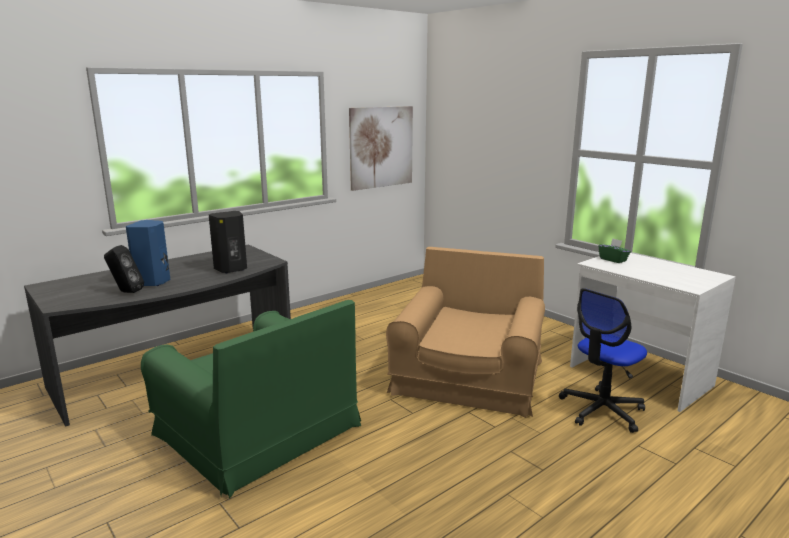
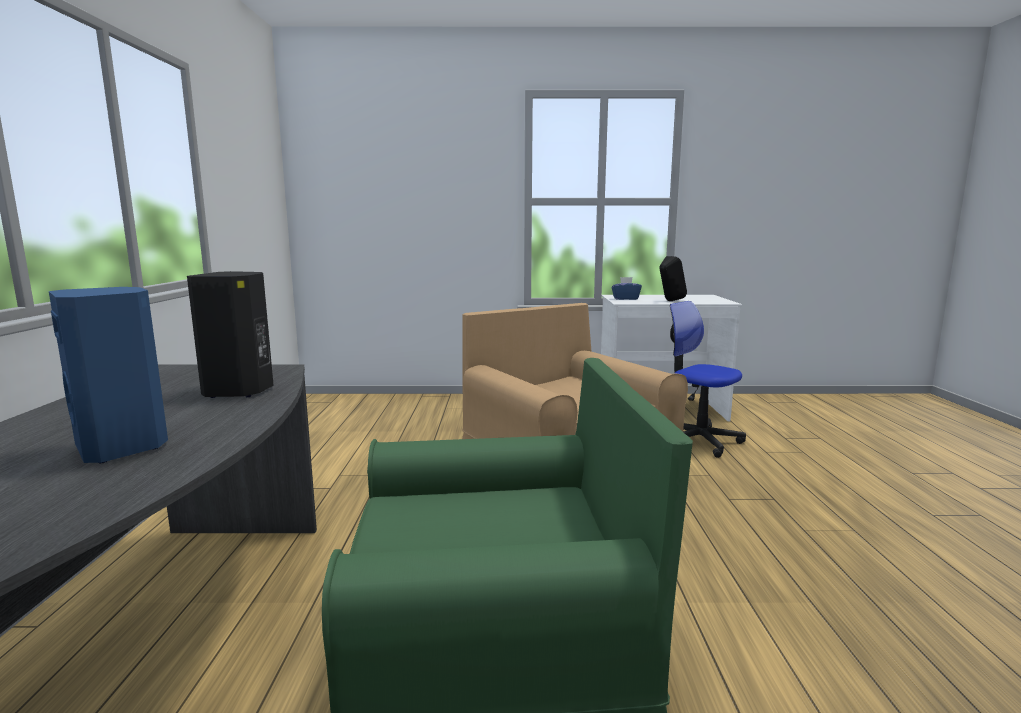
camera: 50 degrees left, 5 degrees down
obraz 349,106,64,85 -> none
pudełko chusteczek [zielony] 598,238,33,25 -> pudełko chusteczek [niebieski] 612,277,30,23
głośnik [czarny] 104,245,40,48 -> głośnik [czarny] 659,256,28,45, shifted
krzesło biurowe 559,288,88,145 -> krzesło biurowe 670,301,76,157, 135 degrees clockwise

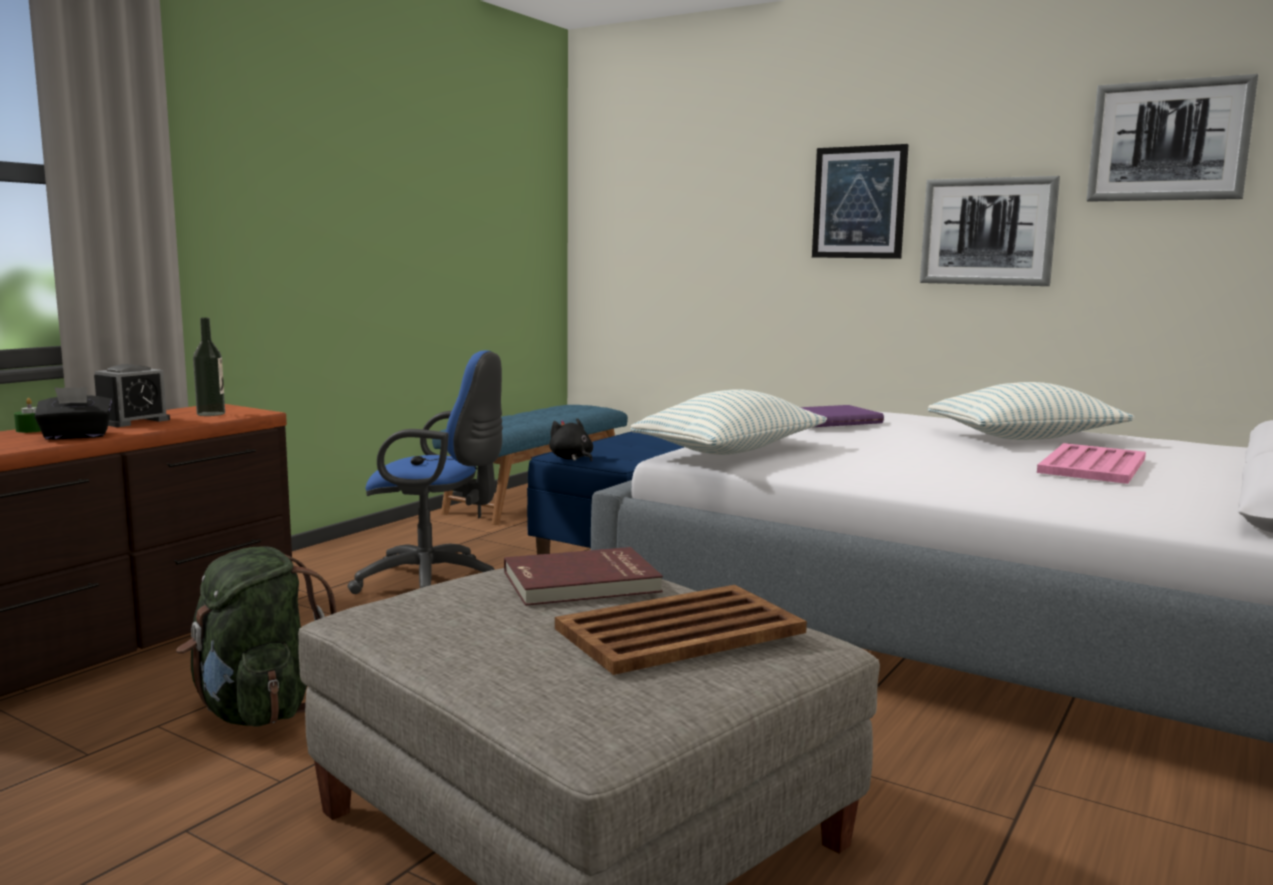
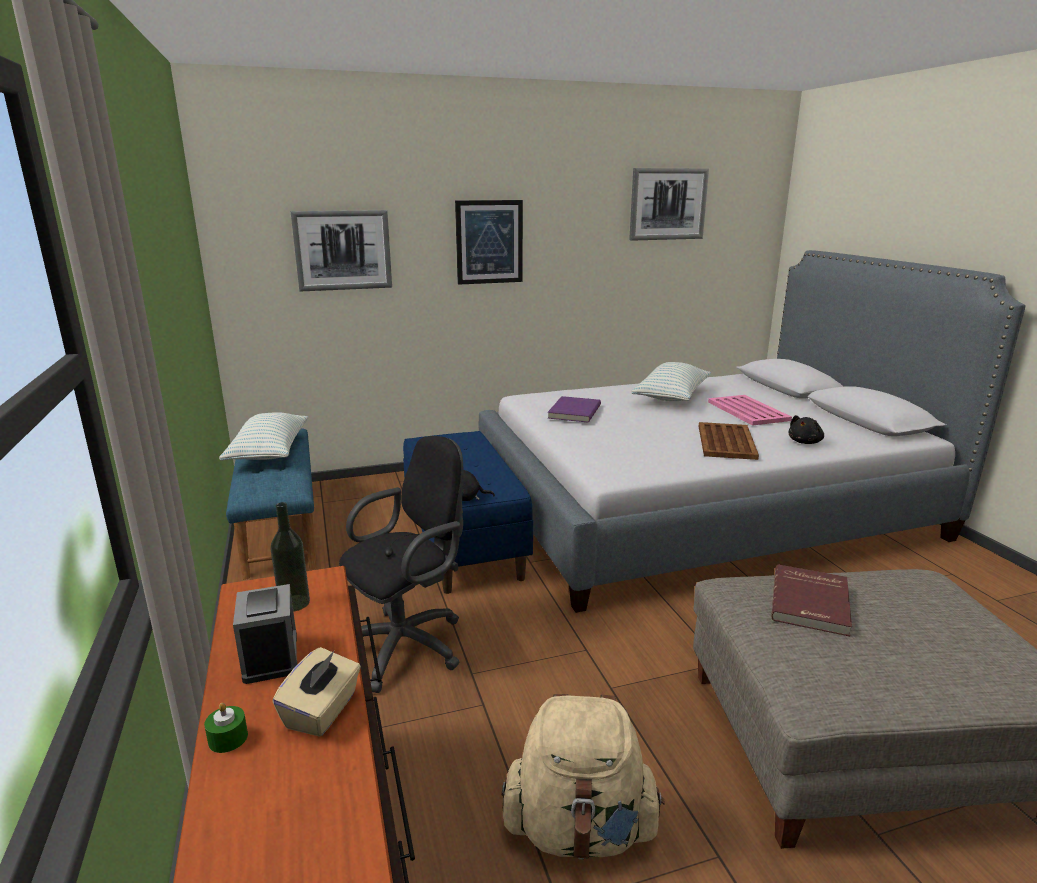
camera: 50 degrees left, 10 degrees up
obraz 920,176,140,110 -> obraz 291,210,101,81, shifted
krzesło biurowe [niebieski] 347,350,156,244 -> krzesło biurowe [czarny] 339,436,125,257
pudełko chusteczek [czarny] 34,387,78,53 -> pudełko chusteczek [beżowy] 272,647,89,90
poduszka 631,389,196,66 -> poduszka 219,412,89,49, shifted
plecak [zielony] 176,546,161,181 -> plecak [beżowy] 501,694,164,166
taca [brązowy] 555,585,252,90 -> taca [brązowy] 699,422,60,38, shifted
none -> pluszak [czarny] 788,415,36,29

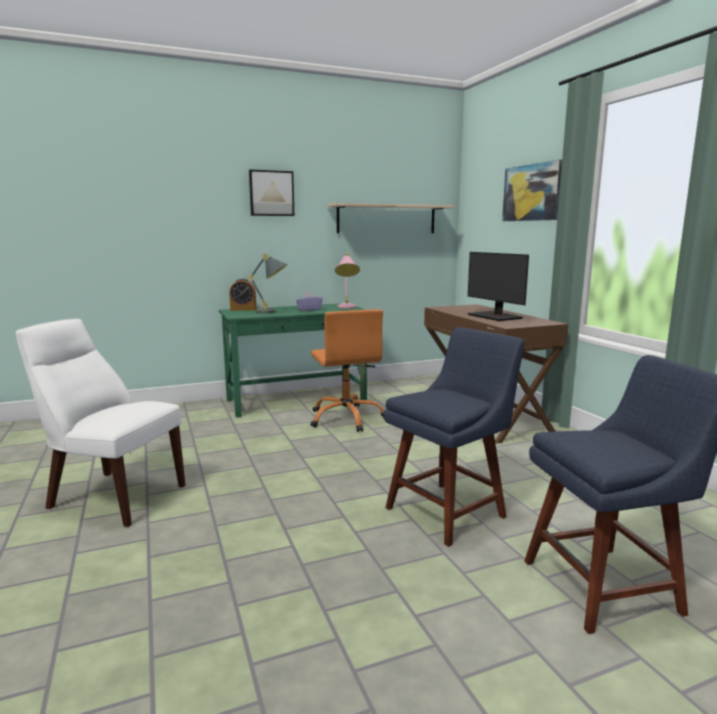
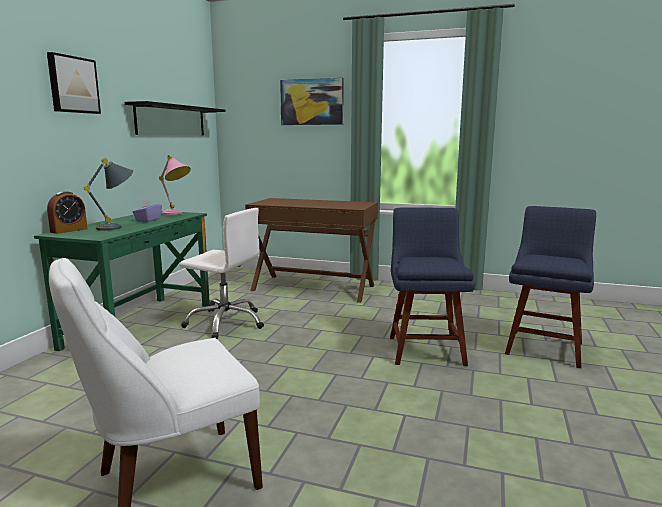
camera: 50 degrees left, 0 degrees up
półka [beżowy] 327,203,127,30 -> półka [czarny] 125,101,100,34
monitor 468,252,61,69 -> none
krzesło biurowe [pomarańczowy] 310,309,74,123 -> krzesło biurowe [biały] 180,208,84,131

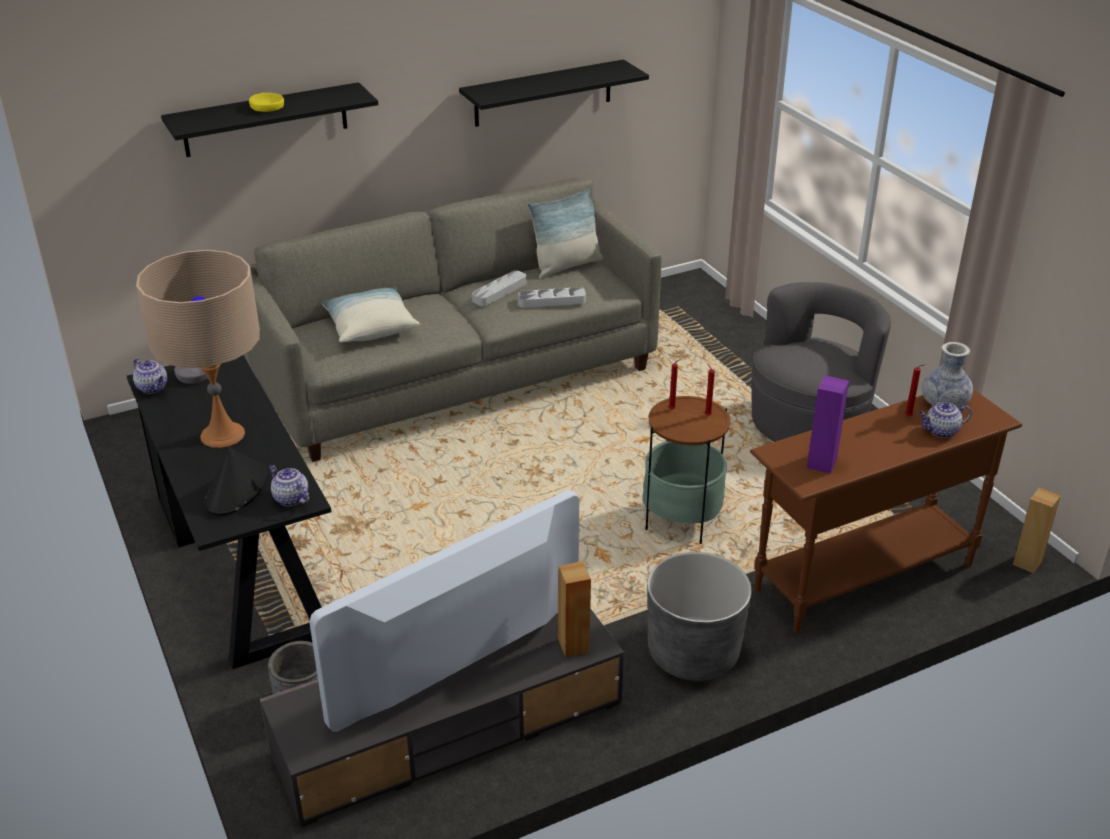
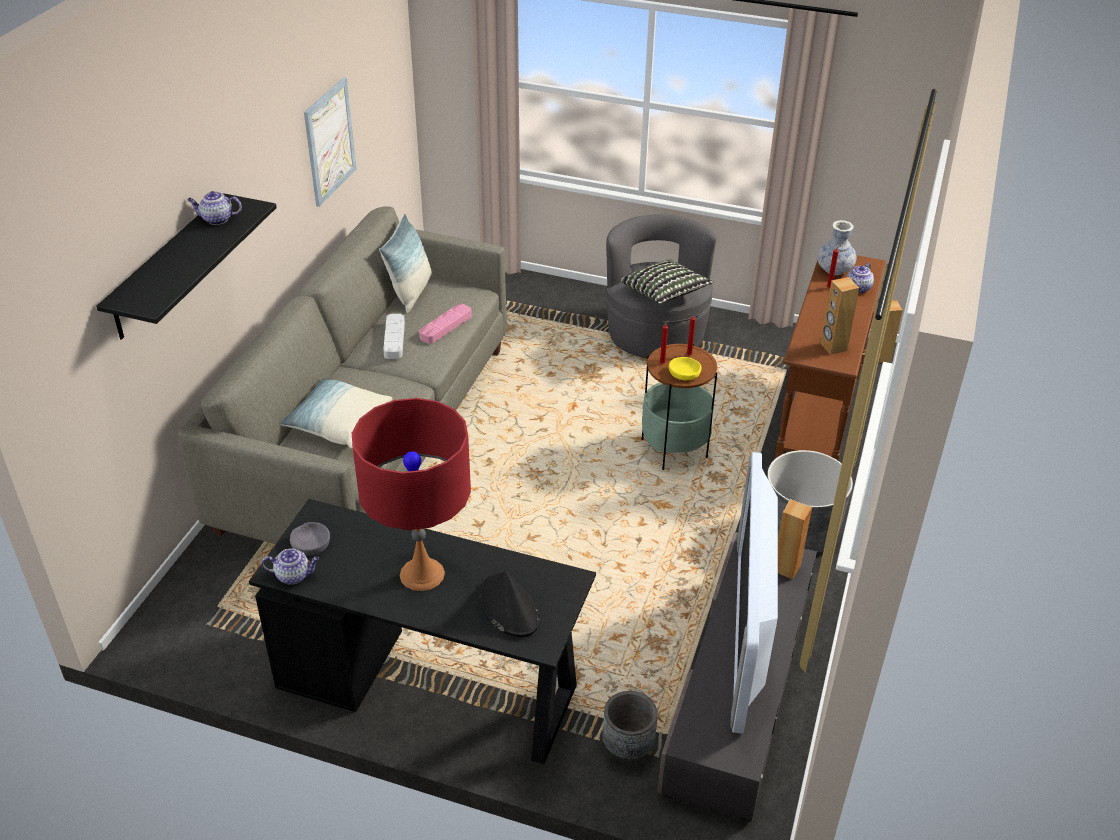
camera: 45 degrees left, 5 degrees up
półka [czarny] 459,59,190,68 -> obraz 304,77,53,130
miska [żółty] 249,93,35,19 -> miska [żółty] 669,357,33,23, shifted
lampa stołowa [beżowy] 136,250,124,198 -> lampa stołowa [czerwony] 352,398,119,193
taca [szary] 518,287,68,21 -> taca [różowy] 419,304,53,40
głośnik [fioletowy] 807,375,42,99 -> głośnik [brązowy] 820,277,39,78
imbryk 269,465,40,41 -> imbryk 187,191,55,34, shifted
none -> poduszka 620,259,93,45

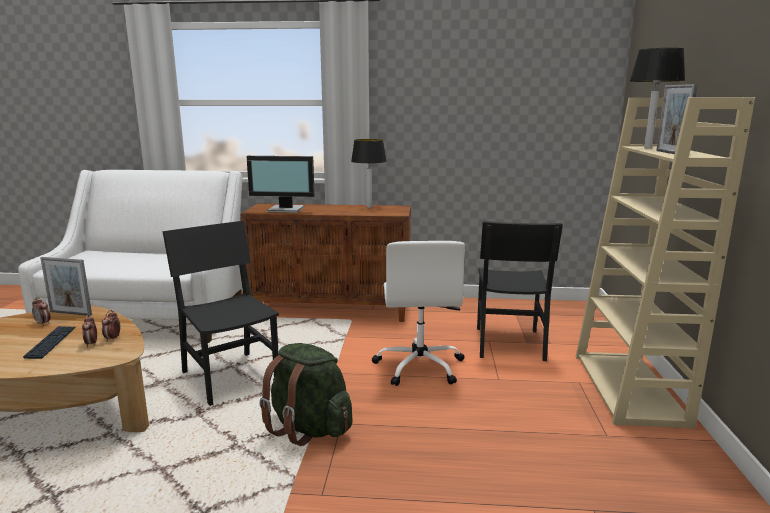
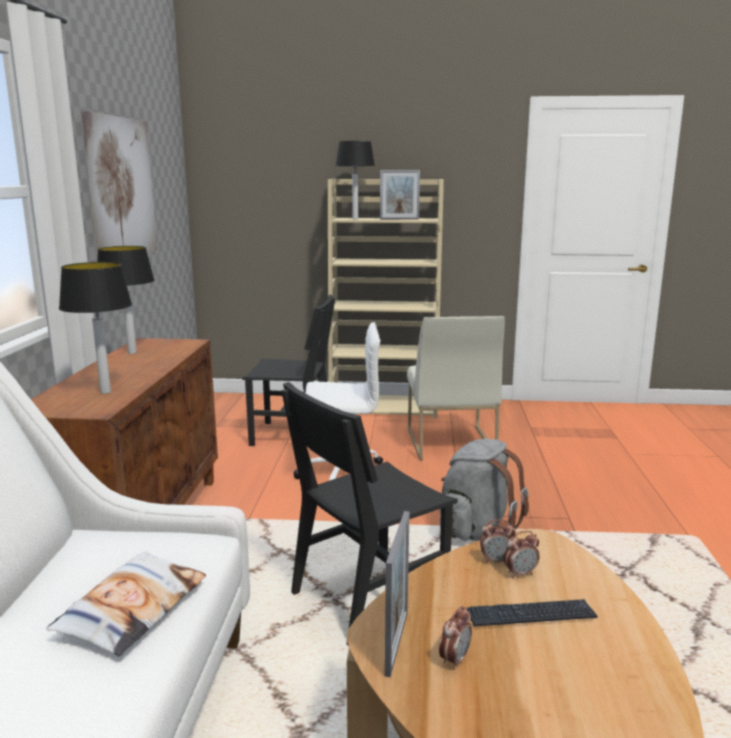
camera: 90 degrees left, 0 degrees up
monitor 246,156,69,57 -> lampa stołowa 59,262,73,132
plecak [zielony] 259,343,94,103 -> plecak [szary] 440,439,89,102
none -> obraz 81,111,77,147
none -> krzesło [biały] 407,316,98,145
none -> poduszka 46,551,160,105

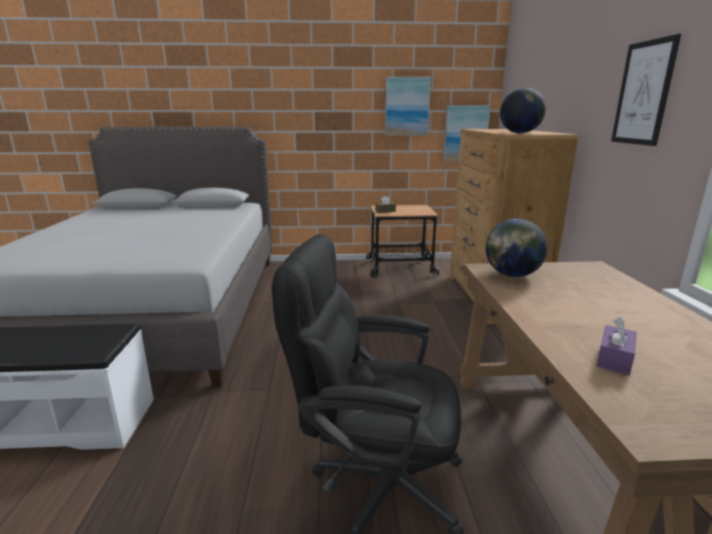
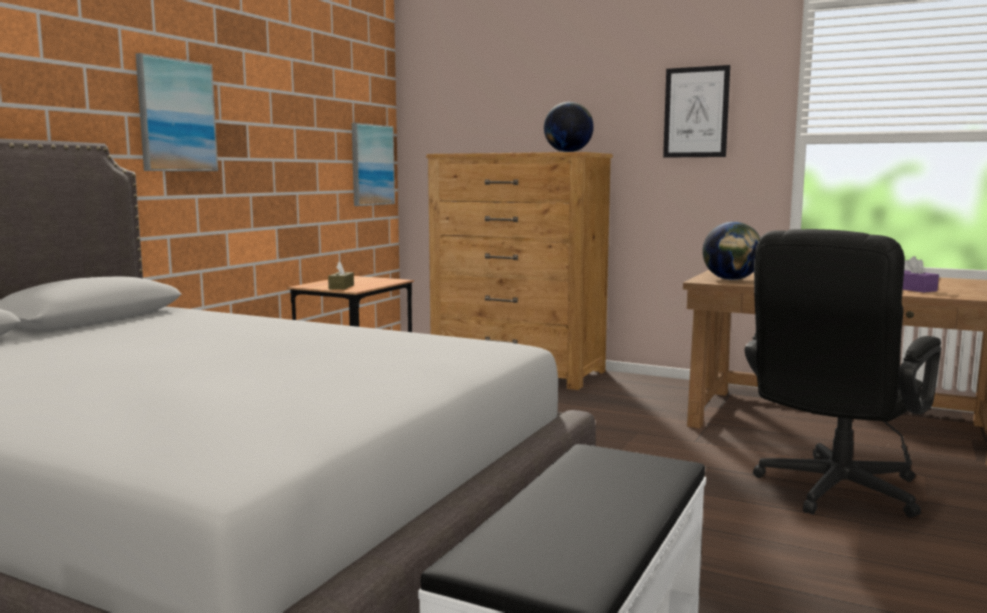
camera: 60 degrees left, 10 degrees down
obraz 385,77,46,59 -> obraz 135,53,83,118, shifted

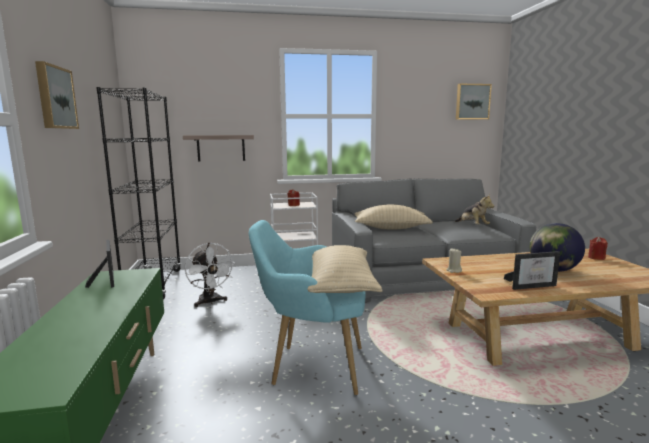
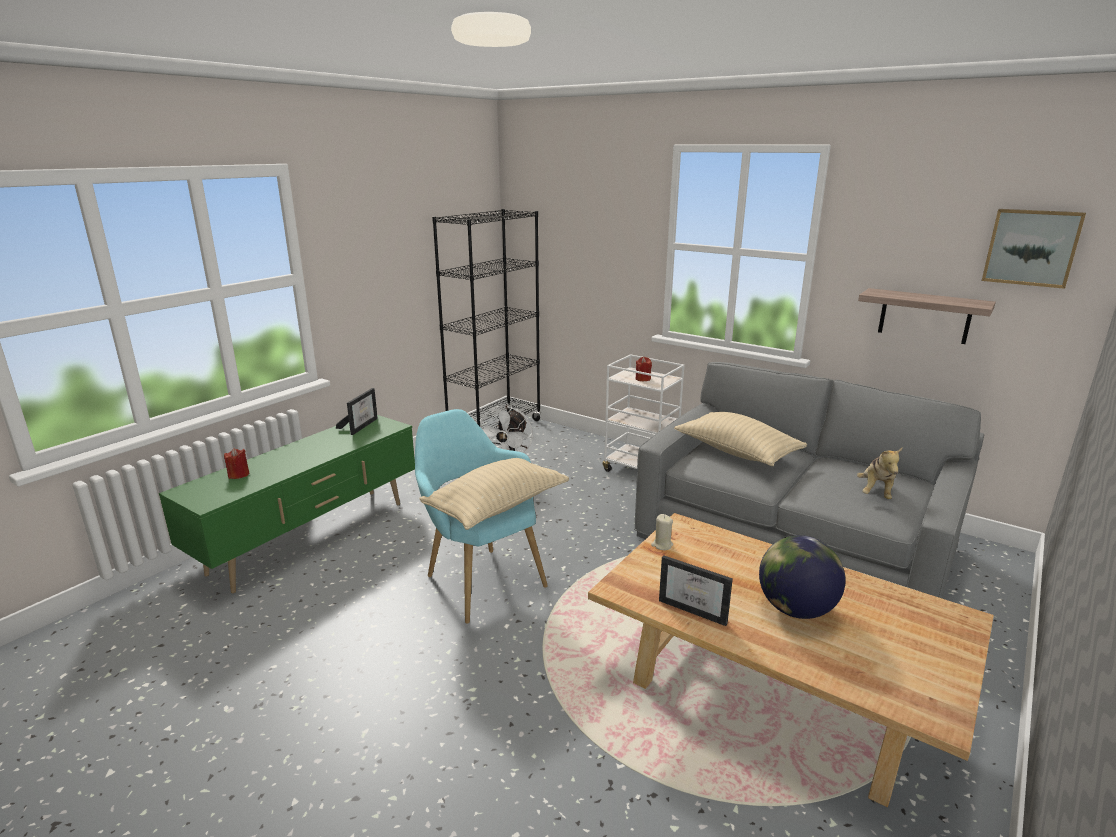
camera: 45 degrees right, 10 degrees up
obraz 35,61,44,68 -> none
półka 183,135,71,26 -> półka 858,288,138,56, shifted
świeca [czerwony] 588,237,20,23 -> świeca [czerwony] 224,448,25,31, shifted

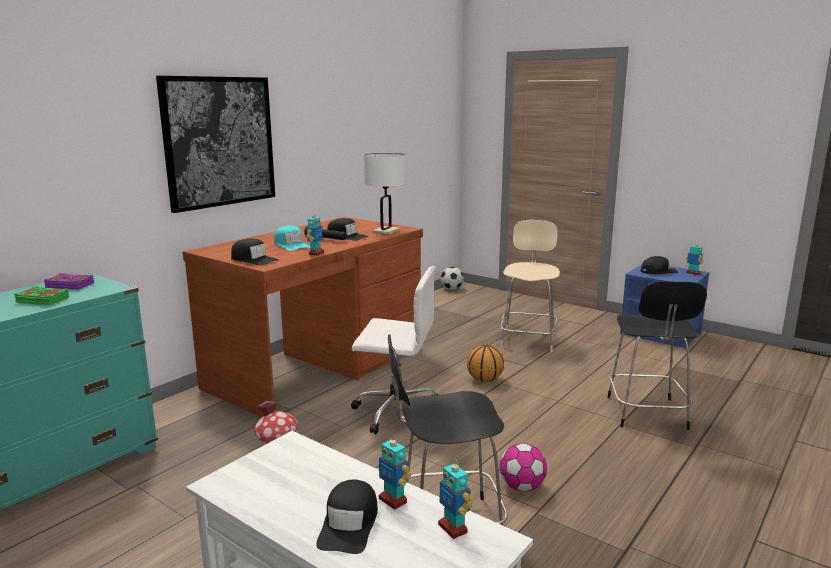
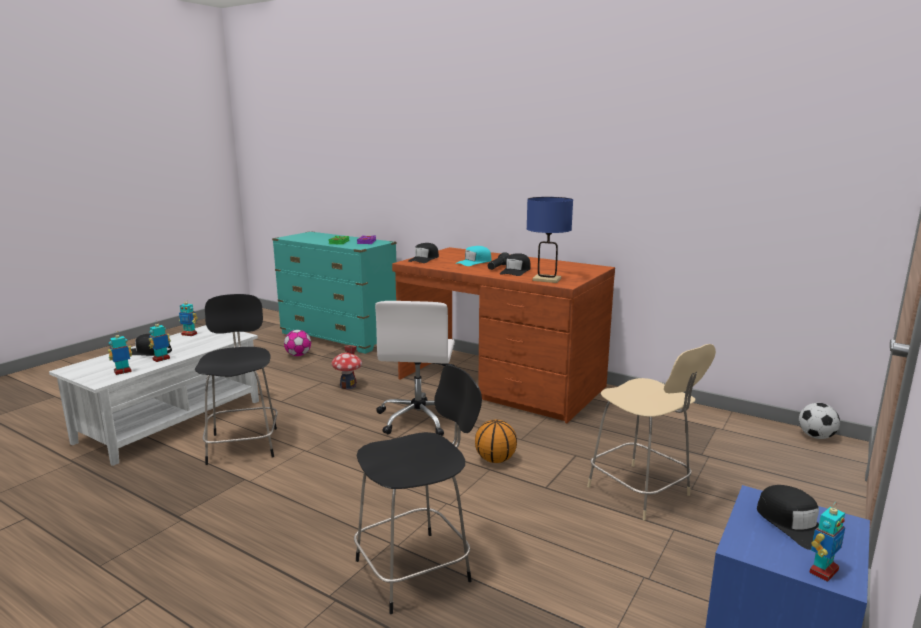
camera: 85 degrees right, 0 degrees up
obraz 156,76,119,137 -> none
lampa stołowa [biały] 364,153,43,82 -> lampa stołowa [niebieski] 526,197,47,86
robot zabawkowy 306,211,18,45 -> robot zabawkowy 179,299,19,37, shifted
krzesło [beżowy] 500,220,60,132 -> krzesło [beżowy] 587,344,129,176, 45 degrees clockwise
krzesło [czarny] 607,281,100,149 -> krzesło [czarny] 354,365,128,249, 150 degrees clockwise
piłka futbolowa 500,443,47,49 -> piłka futbolowa 284,330,27,26, shifted

